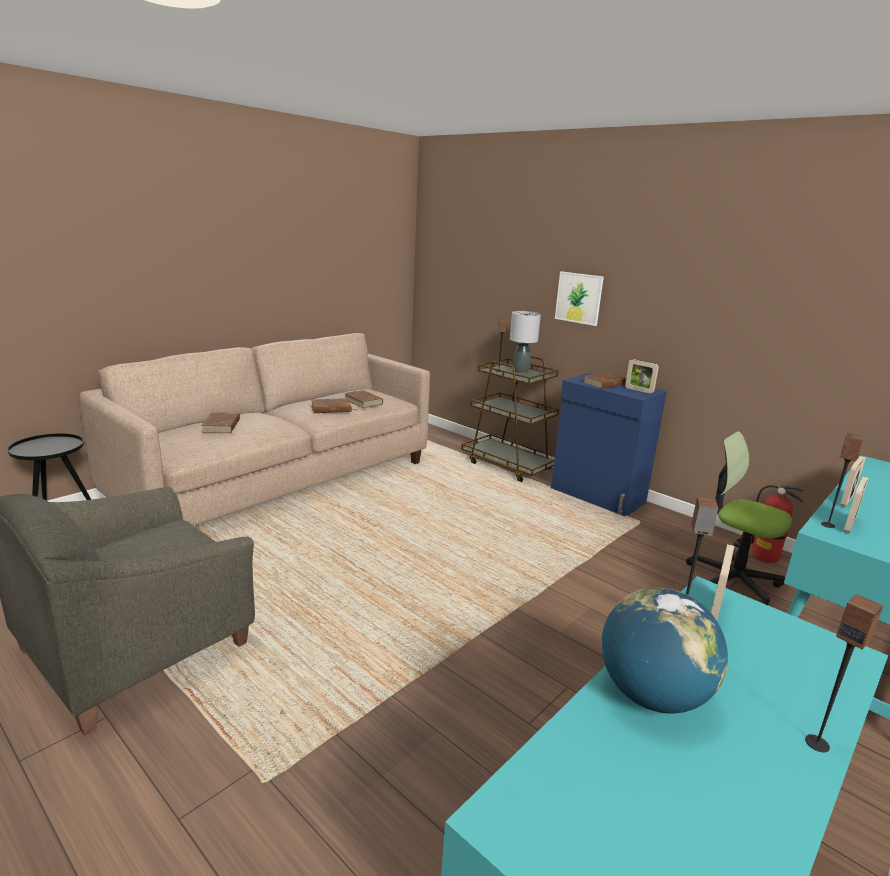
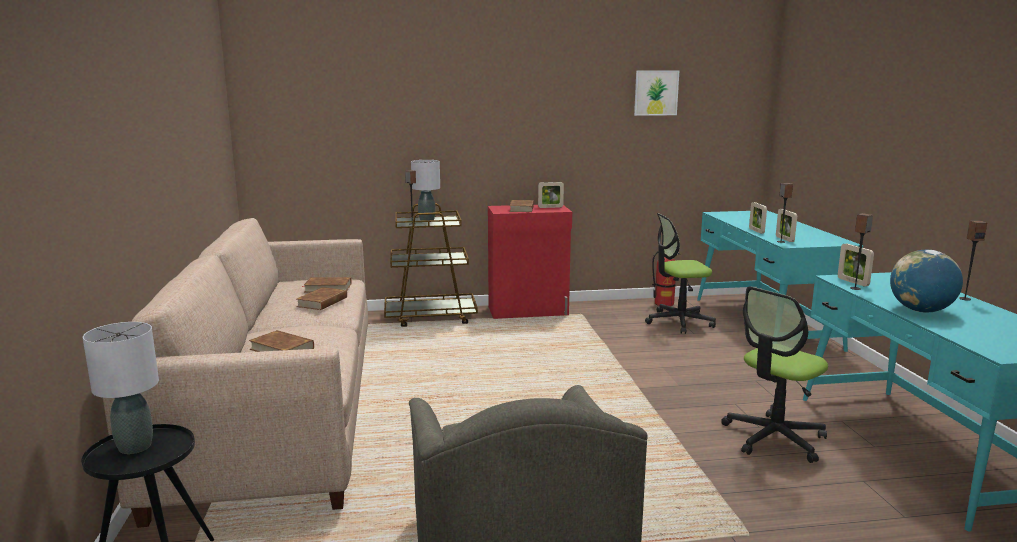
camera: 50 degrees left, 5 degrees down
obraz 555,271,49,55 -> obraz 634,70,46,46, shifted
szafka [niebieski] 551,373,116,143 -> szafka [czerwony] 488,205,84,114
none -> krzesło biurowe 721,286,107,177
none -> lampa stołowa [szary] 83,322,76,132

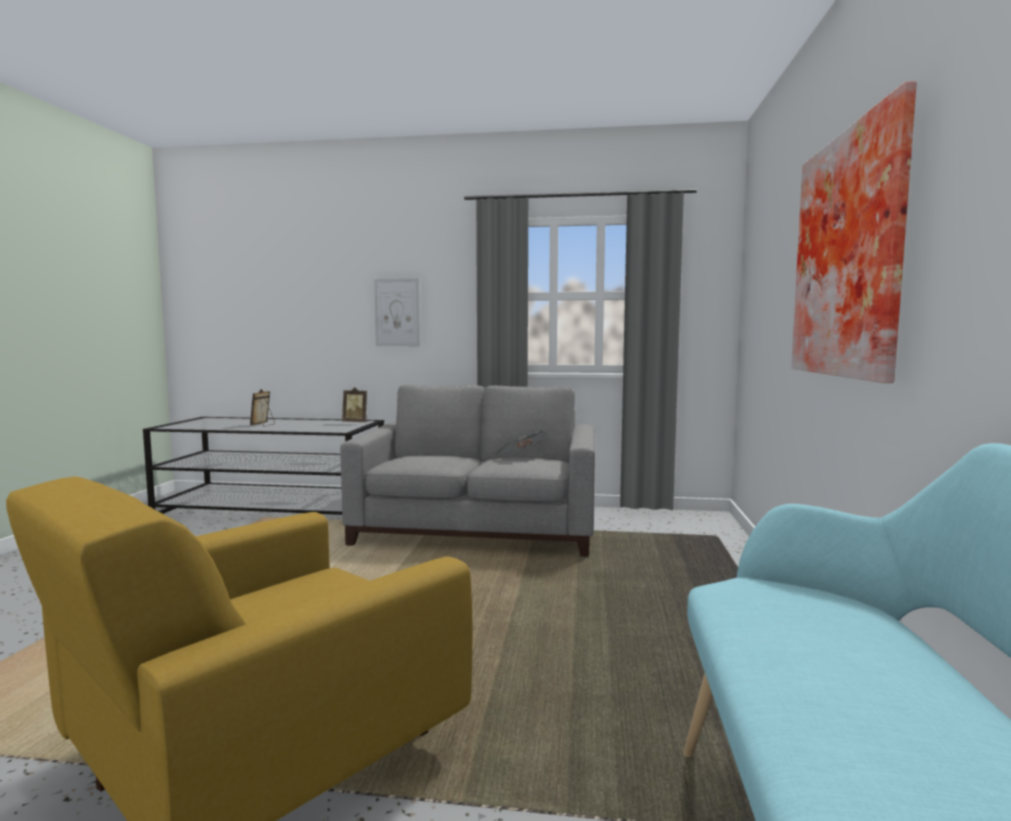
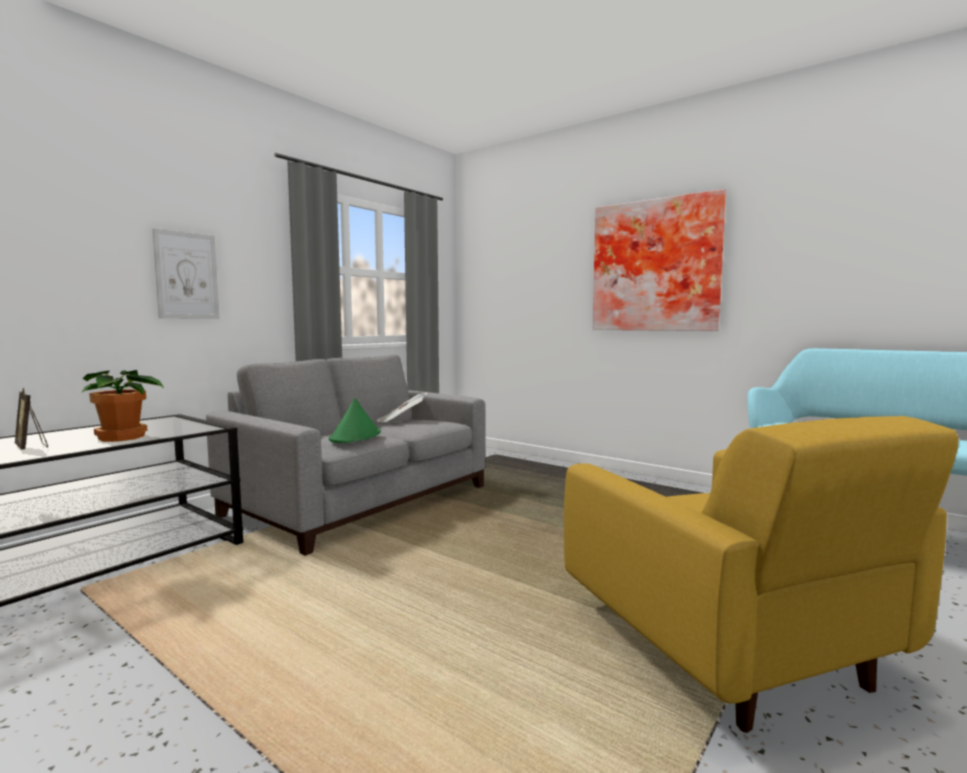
camera: 60 degrees left, 0 degrees up
ramka na zdjęcie 342,387,26,35 -> none
none -> roślina doniczkowa 81,370,84,72
none -> kapelusz [zielony] 329,398,52,45

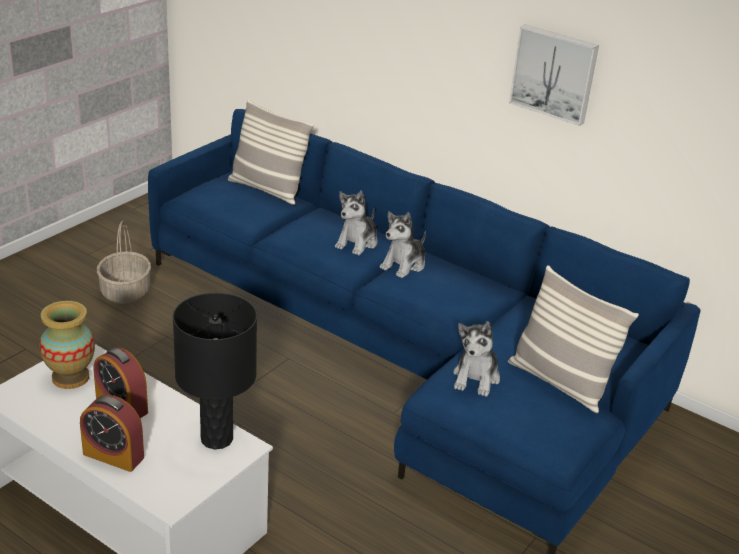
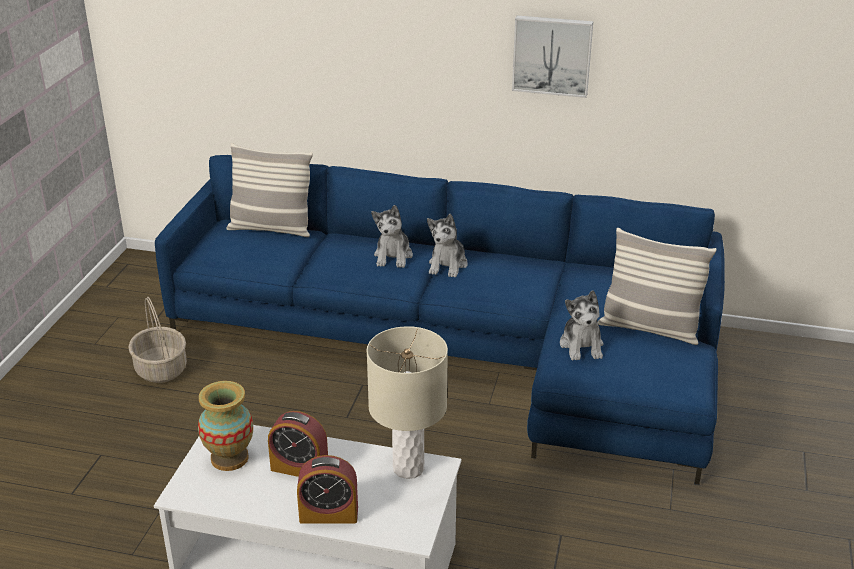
camera: 20 degrees left, 0 degrees up
lampa stołowa [czarny] 173,293,84,156 -> lampa stołowa [beżowy] 366,326,82,153

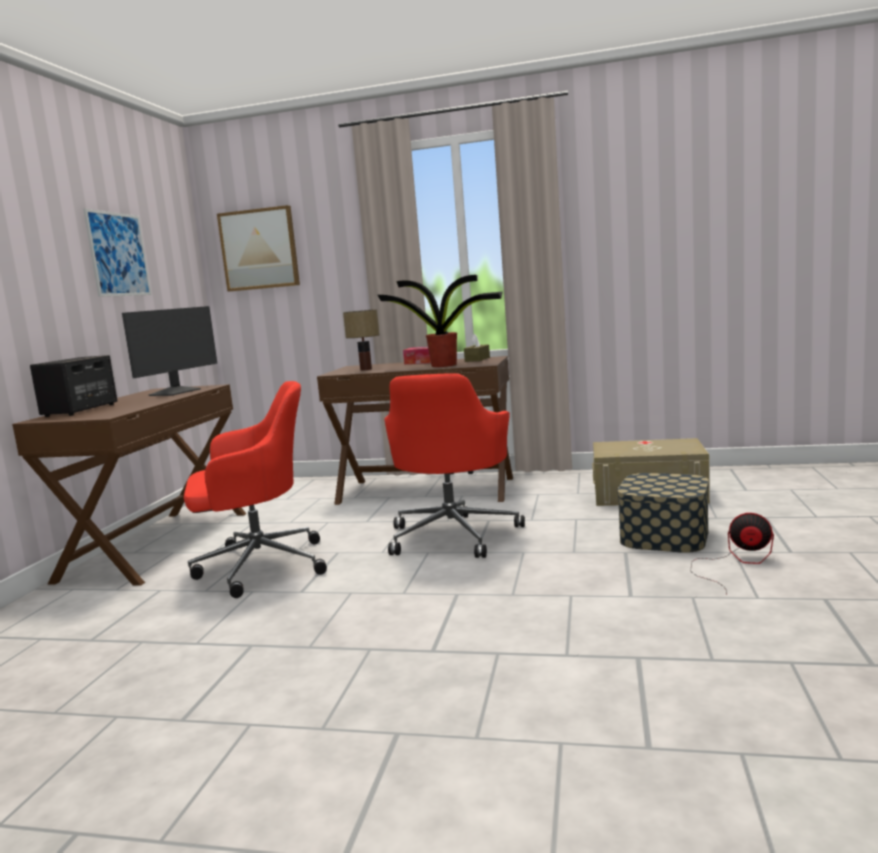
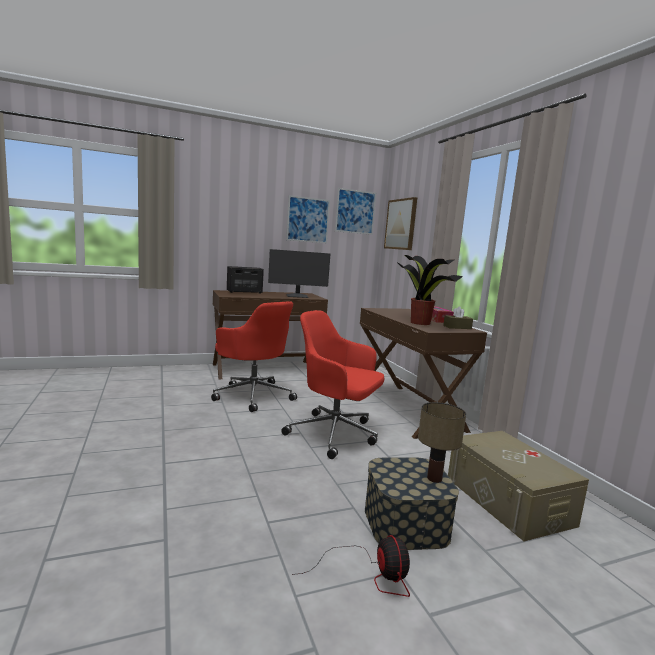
camera: 55 degrees right, 0 degrees up
lampa stołowa 343,309,37,61 -> lampa stołowa 418,402,48,81, shifted
krzesło biurowe [czerwony] 384,373,141,185 -> krzesło biurowe [czerwony] 281,310,103,149, 45 degrees clockwise
none -> obraz 335,188,41,47

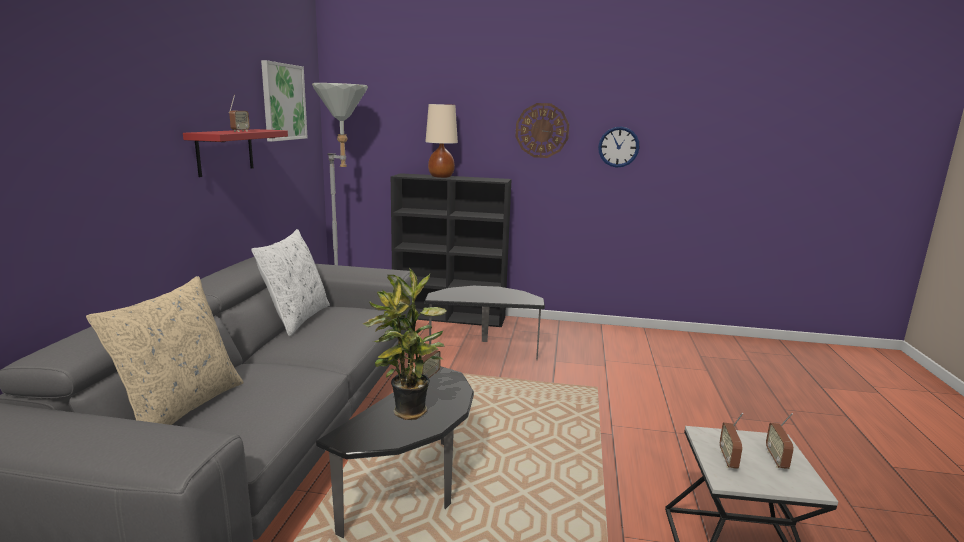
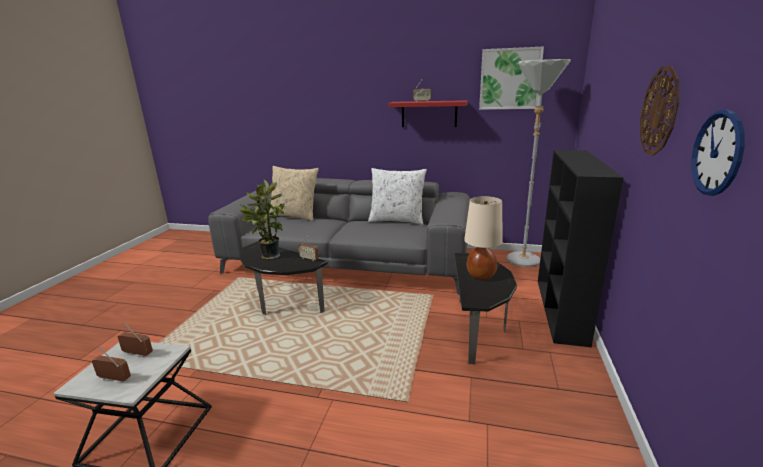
camera: 95 degrees right, 5 degrees up
lampa stołowa [beżowy] 425,104,33,74 -> lampa stołowa [beżowy] 464,196,39,84, shifted

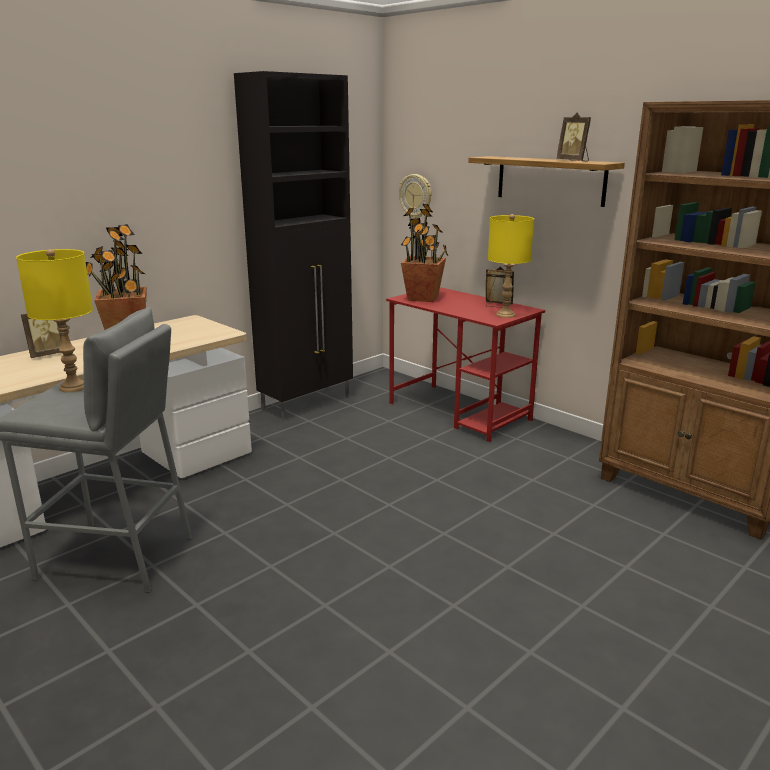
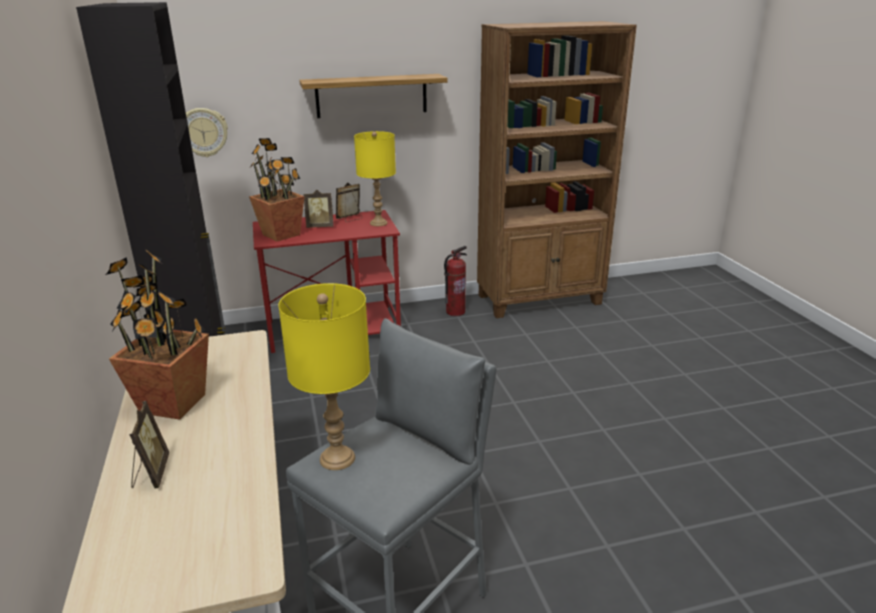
camera: 60 degrees left, 5 degrees up
ramka na zdjęcie 557,112,34,49 -> ramka na zdjęcie 304,190,30,38, shifted
none -> gaśnica 444,246,23,70

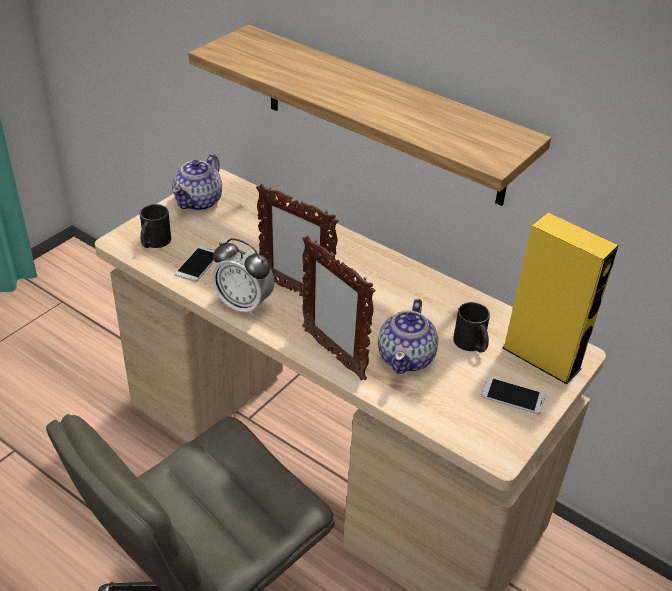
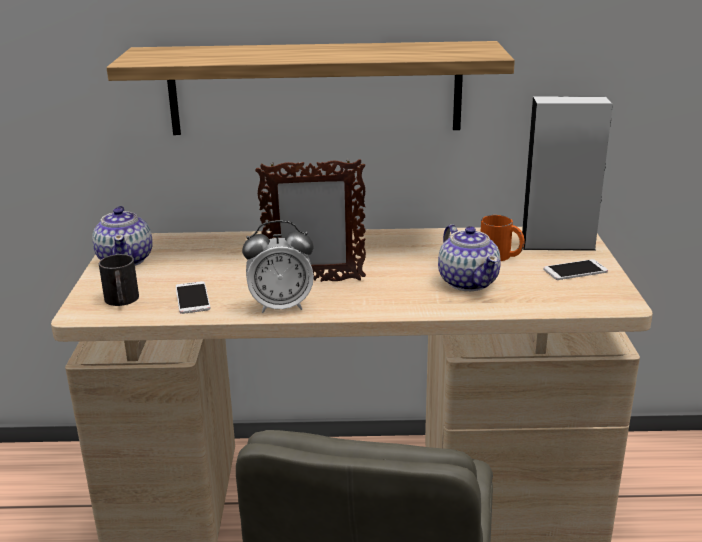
camera: 35 degrees left, 15 degrees down
głośnik [żółty] 503,213,115,171 -> głośnik [szary] 522,97,91,154
ramka na zdjęcie 302,236,73,145 -> none
kubek [czarny] 453,302,37,51 -> kubek [pomarańczowy] 480,215,45,46

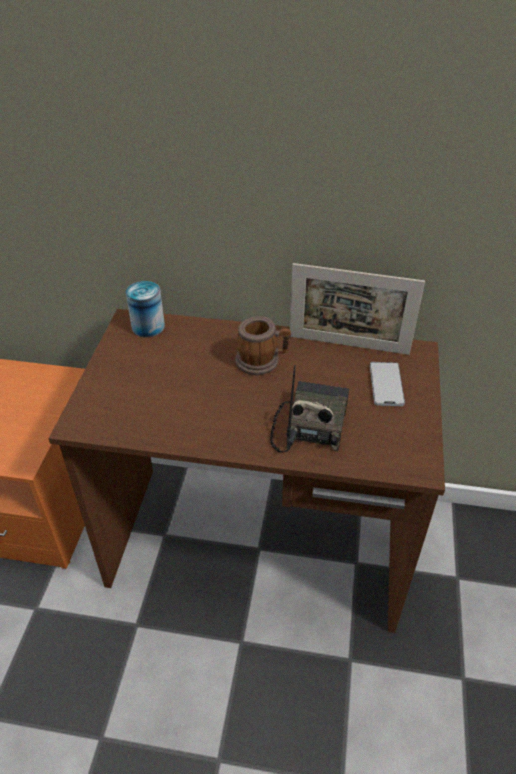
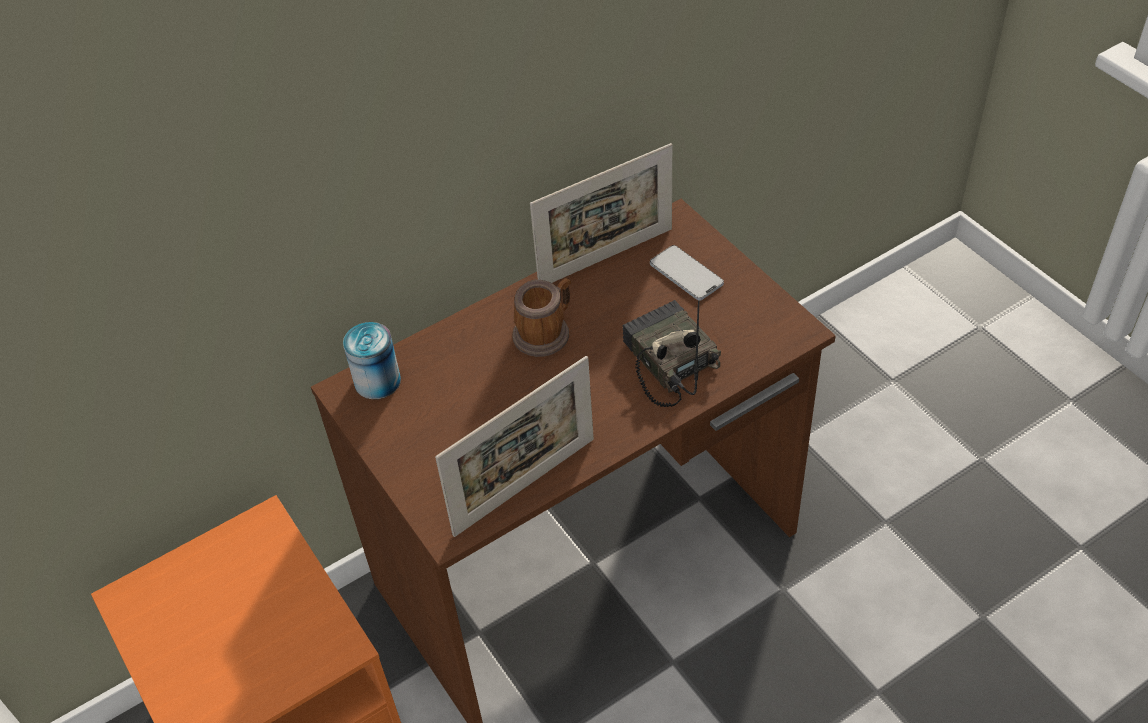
camera: 40 degrees left, 5 degrees up
none -> ramka na zdjęcie 435,356,159,181

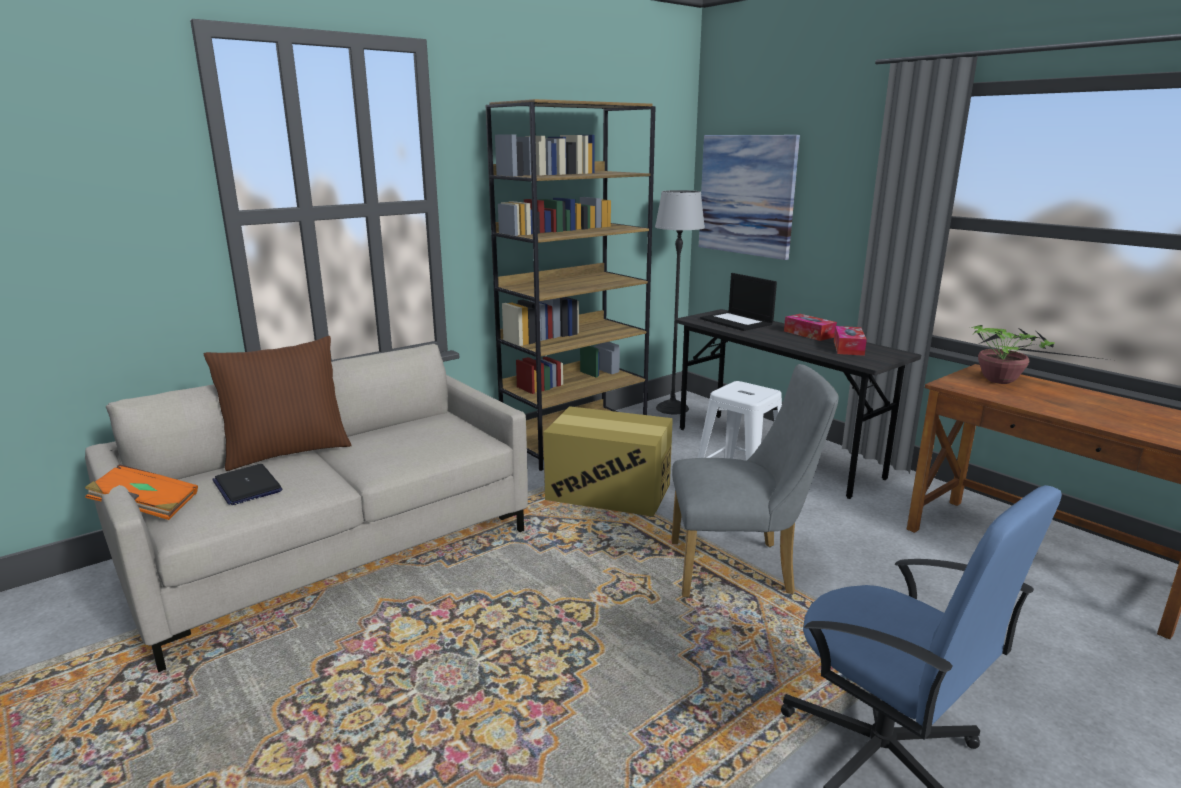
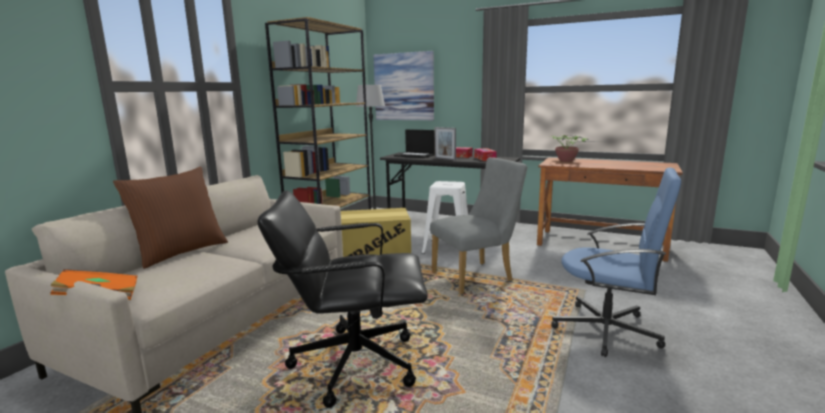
camera: 25 degrees left, 5 degrees down
laptop 212,464,70,41 -> none
none -> ramka na zdjęcie 435,127,21,34
none -> krzesło biurowe [czarny] 257,190,171,218

